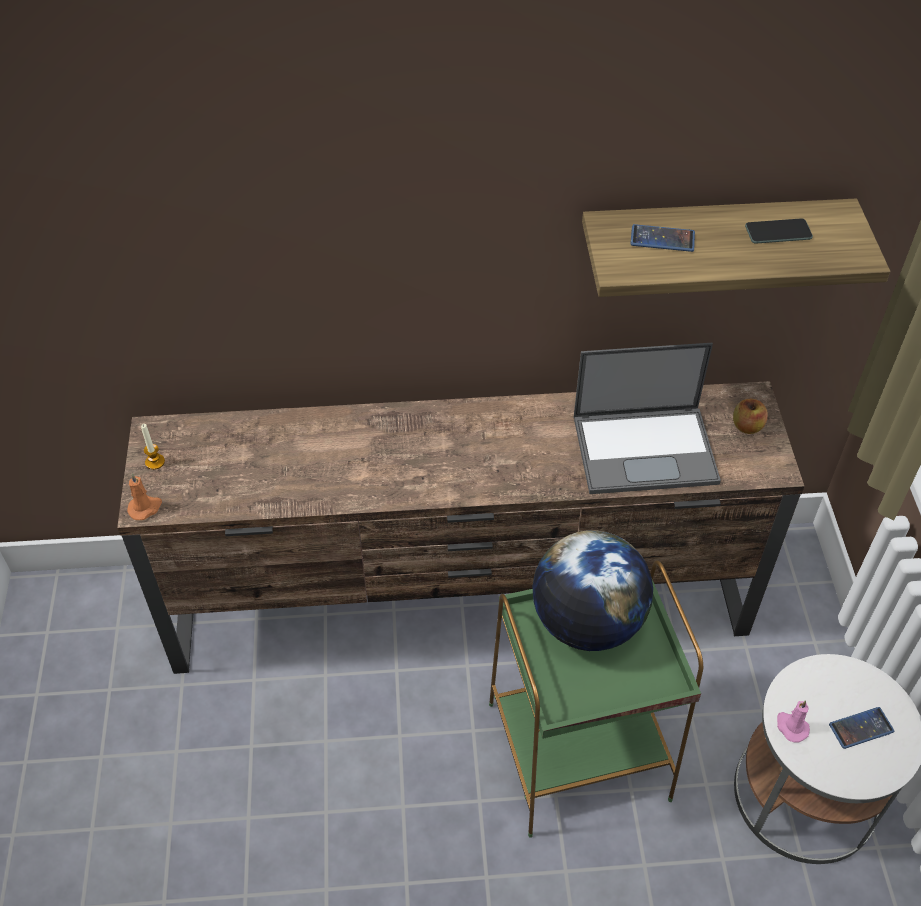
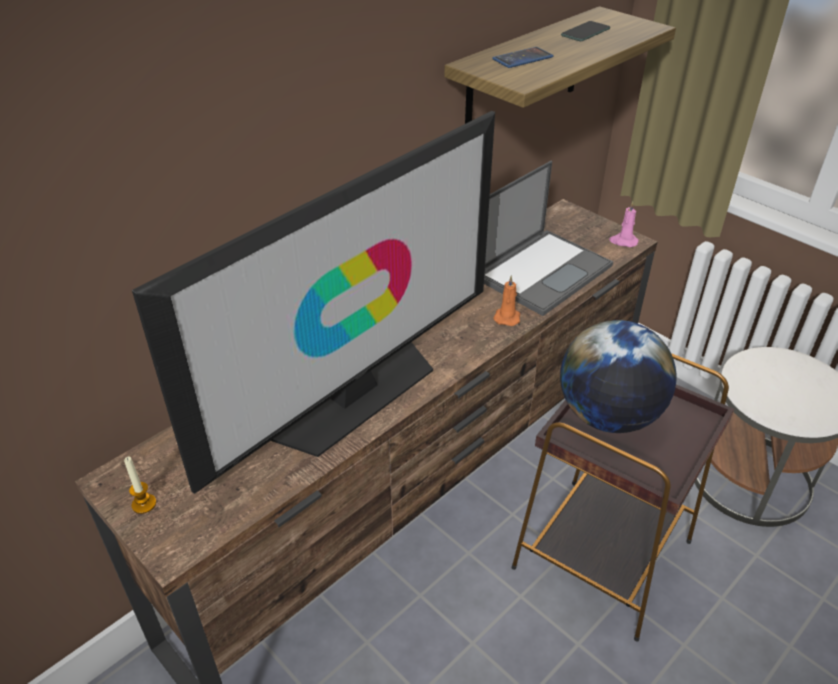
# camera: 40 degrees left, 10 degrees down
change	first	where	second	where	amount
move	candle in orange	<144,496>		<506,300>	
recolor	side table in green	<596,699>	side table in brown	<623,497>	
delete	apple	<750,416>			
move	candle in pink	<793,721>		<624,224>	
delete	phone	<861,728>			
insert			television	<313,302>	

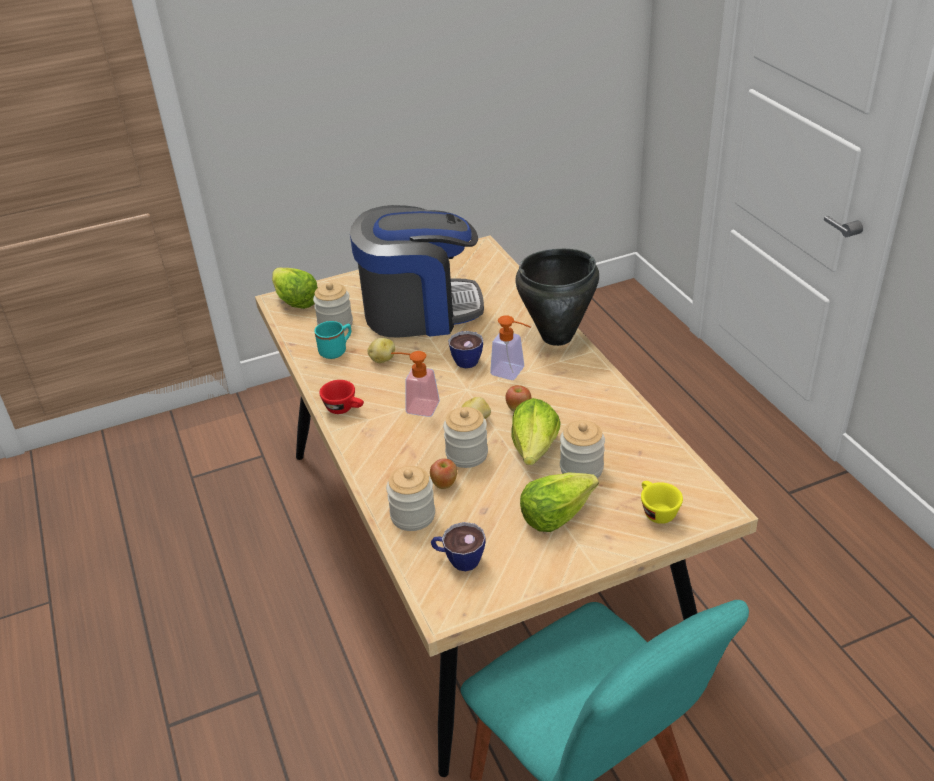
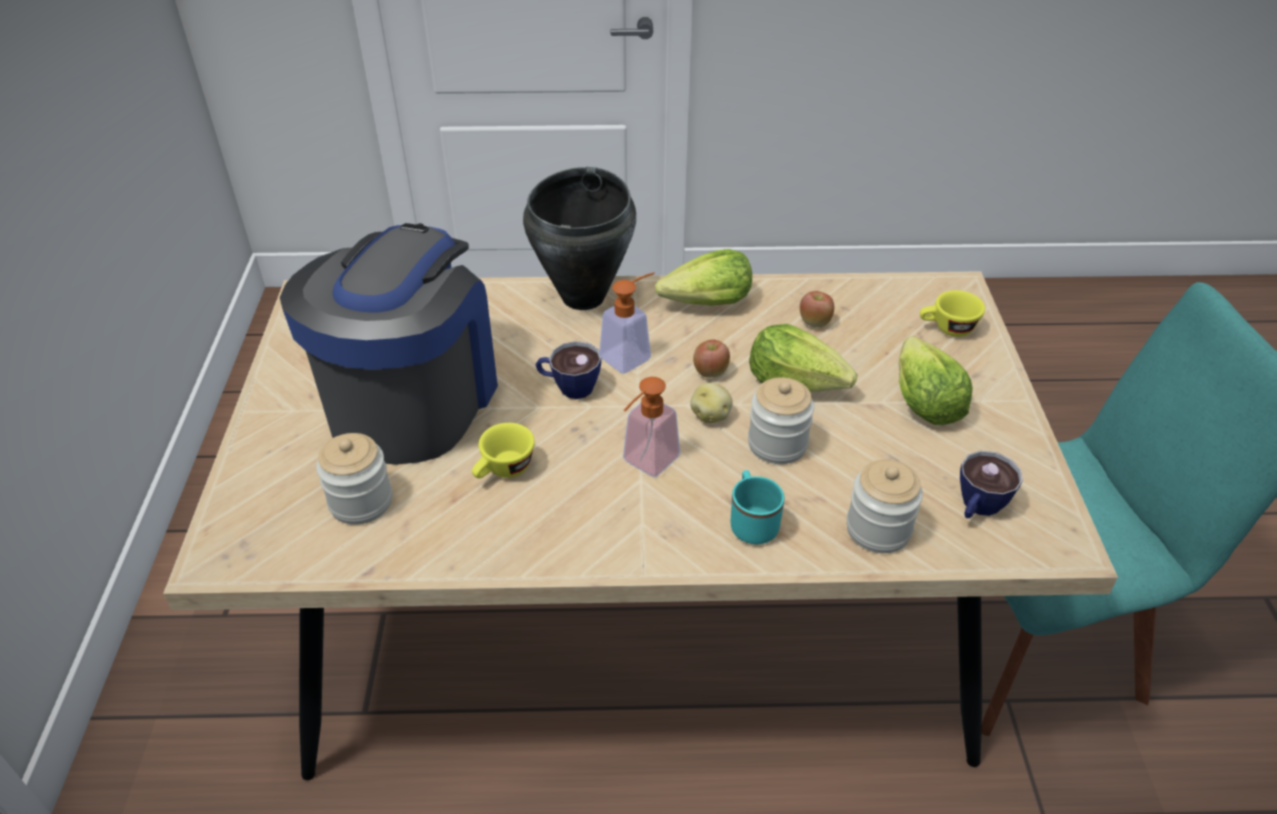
# camera: 70 degrees left, 5 degrees up
change	first	where	second	where	amount
move	lettuce	<295,288>		<703,277>	
move	mug in turquoise	<332,340>		<757,507>	
delete	cup in red	<341,397>			
replace	potato	<381,350>	cup in yellow	<503,451>	
move	apple	<443,473>		<817,309>	
delete	jar	<582,449>			

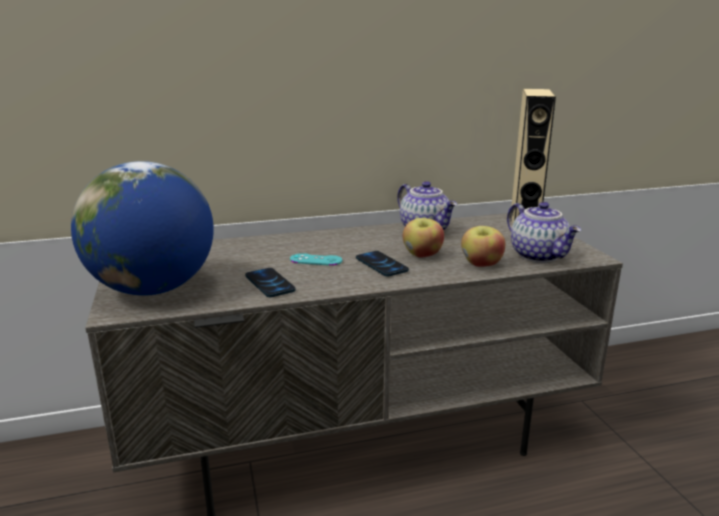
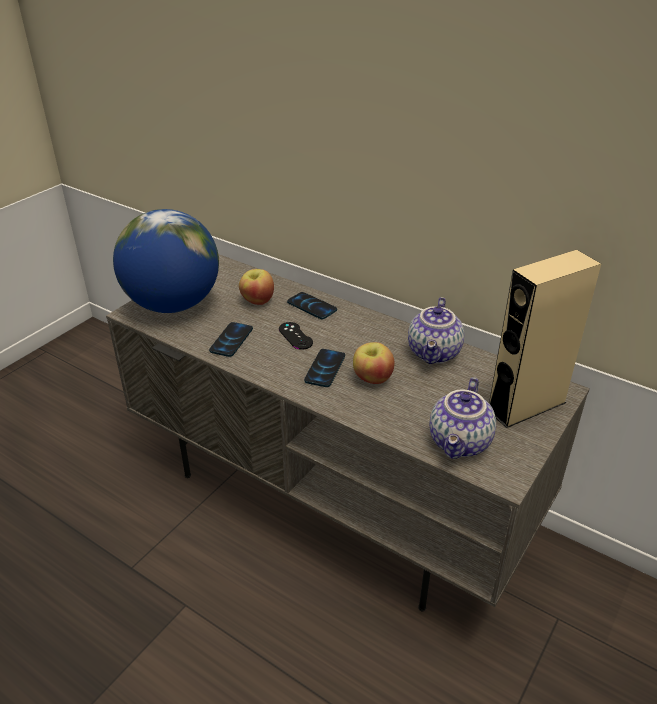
# camera: 50 degrees right, 15 degrees up
change	first	where	second	where	amount
recolor	game controller in turquoise	<316,259>	game controller in black	<296,336>	
move	apple	<483,246>		<256,287>	
insert			phone	<312,306>	

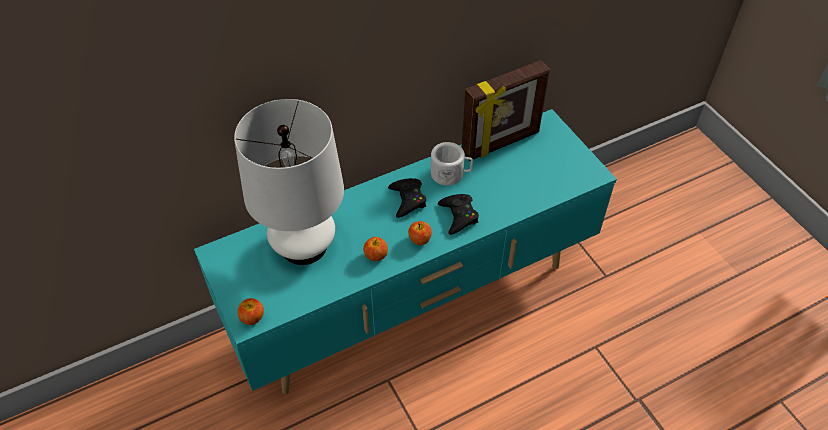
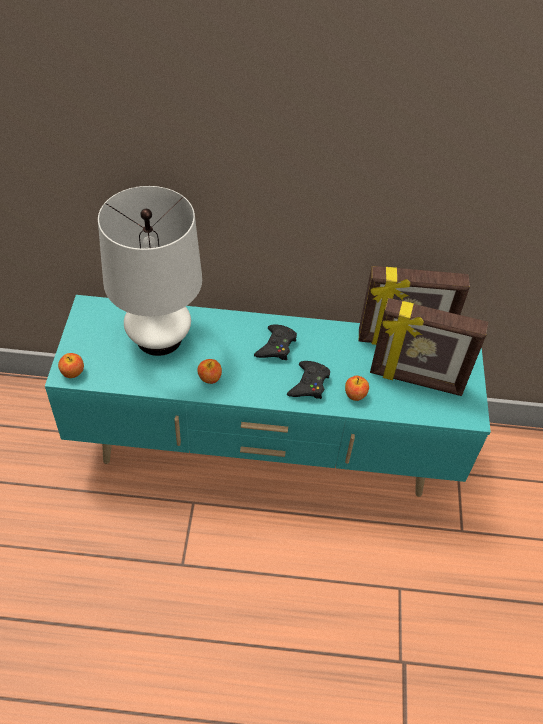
# camera: 30 degrees right, 0 degrees up
change	first	where	second	where	amount
move	apple	<420,233>		<357,388>	
delete	mug in white	<452,163>			
insert			picture frame	<429,347>	

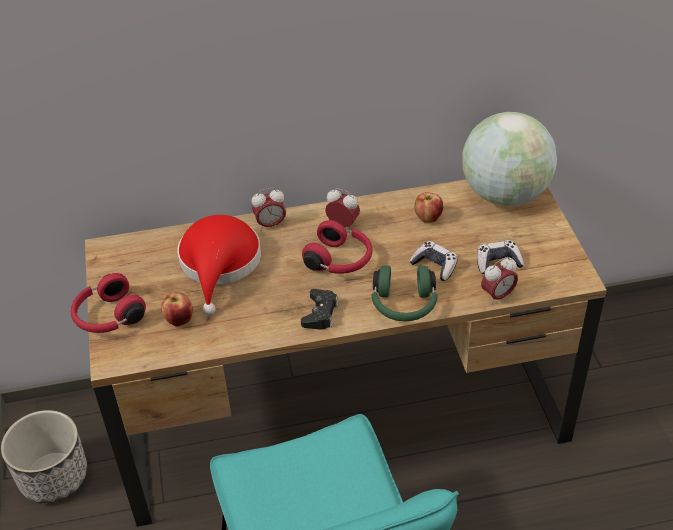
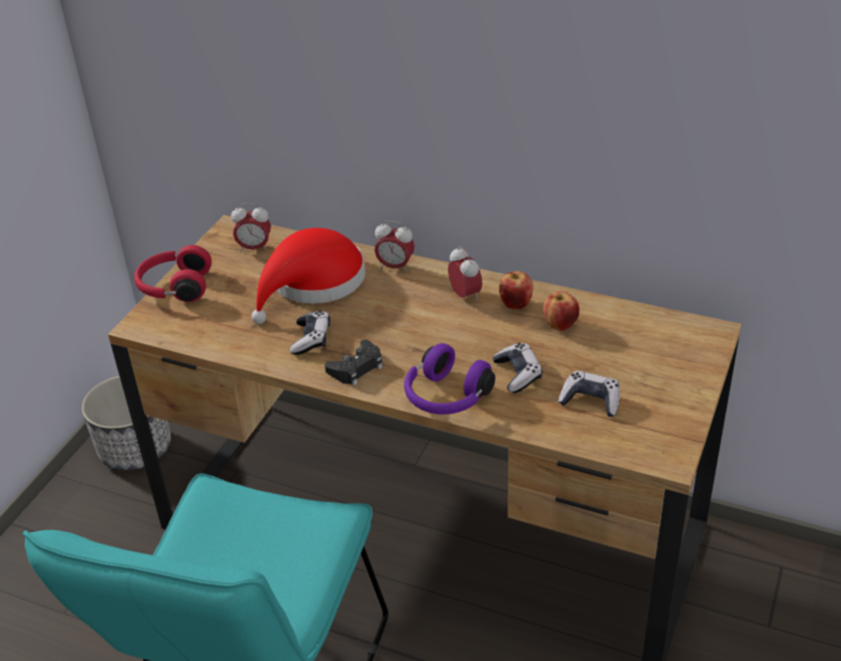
# camera: 35 degrees right, 5 degrees down
change	first	where	second	where	amount
move	apple	<177,309>		<516,290>	
delete	headphones in red	<337,247>			
recolor	headphones in green	<404,293>	headphones in purple	<449,378>	
delete	globe	<509,159>			
move	alarm clock	<499,281>		<251,227>	
insert			game controller	<310,332>	

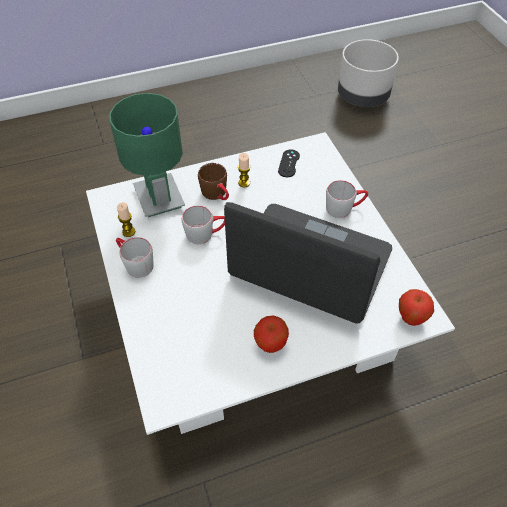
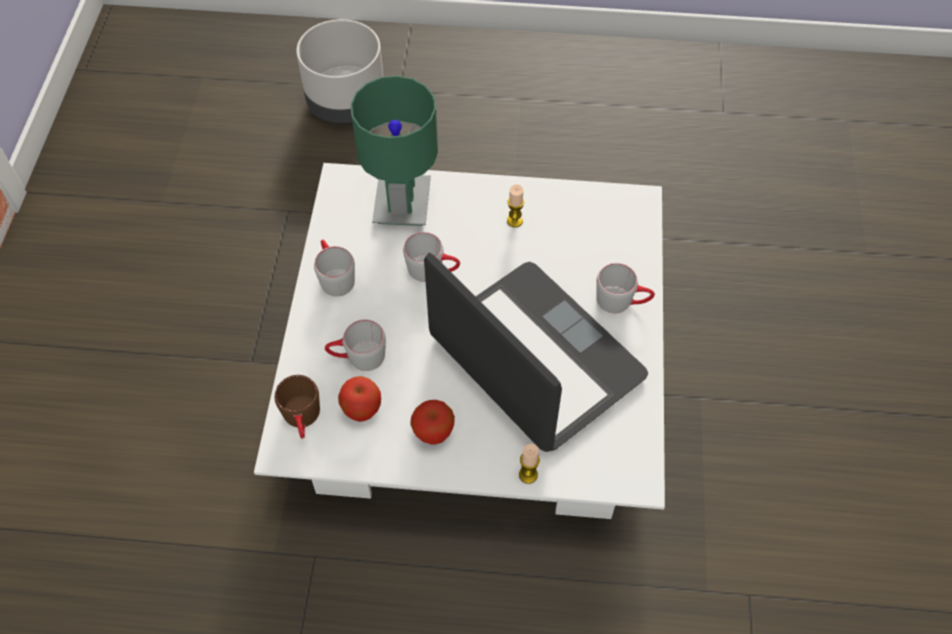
# camera: 25 degrees right, 5 degrees up
change	first	where	second	where	amount
move	candle	<126,219>		<529,464>	
move	mug in brown	<213,181>		<297,406>	
delete	game controller in black	<289,163>			
move	planter in grey	<368,73>		<340,71>	
move	apple	<416,307>		<359,399>	
insert			mug in grey	<355,345>	

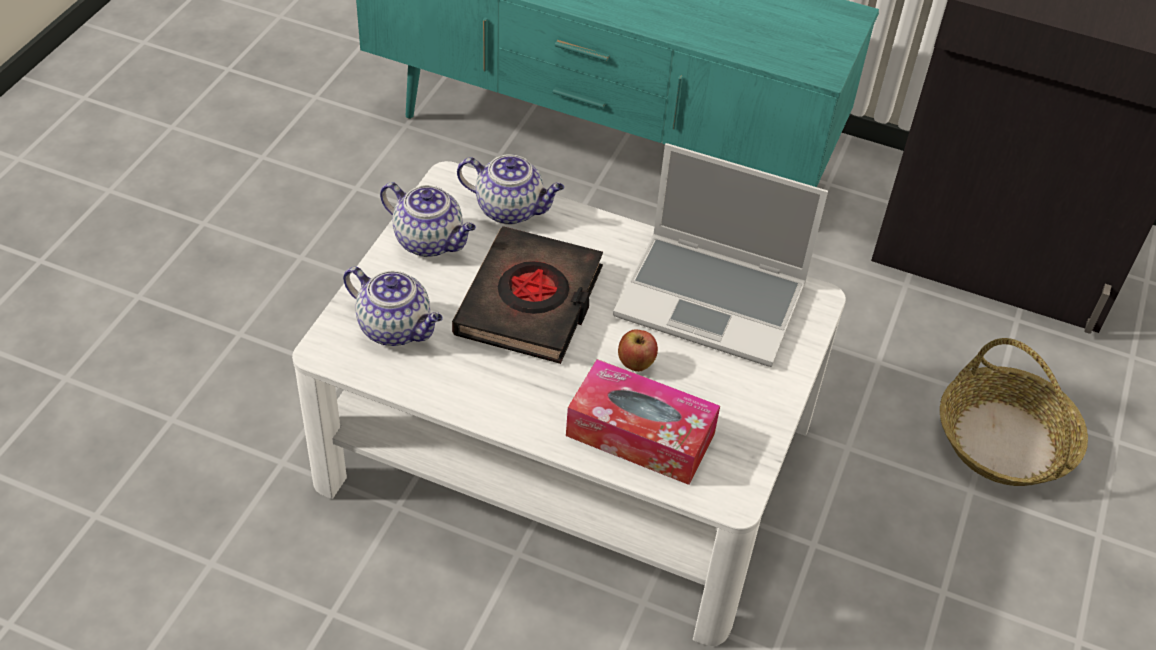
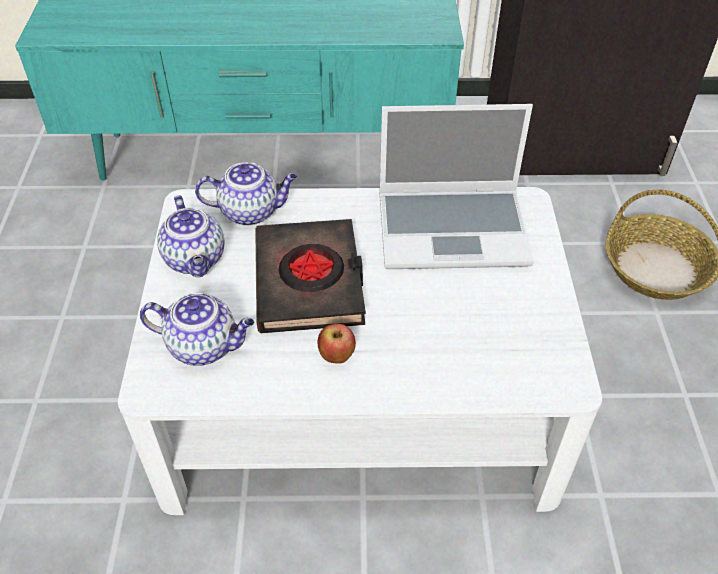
# camera: 20 degrees left, 0 degrees up
change	first	where	second	where	amount
rotate	teapot	<428,219>		<191,236>	60 degrees clockwise
delete	tissue box	<643,422>			
move	apple	<638,350>		<336,344>	

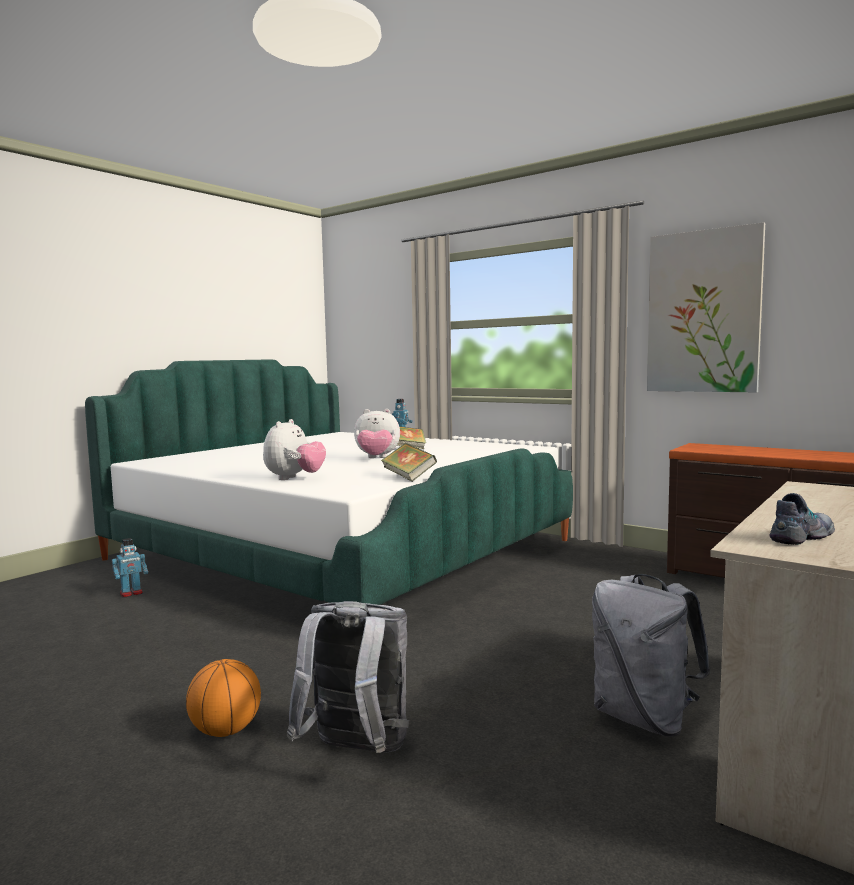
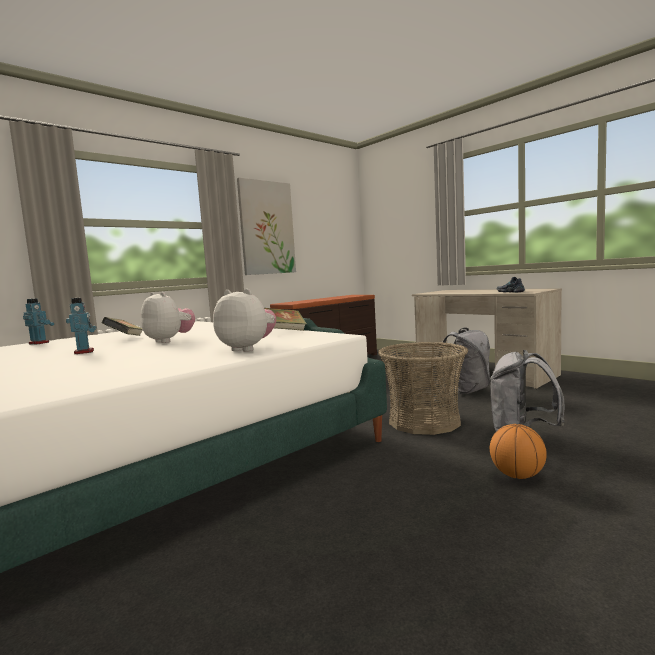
# camera: 80 degrees left, 0 degrees up
change	first	where	second	where	amount
move	toy robot	<130,568>		<81,325>	
rotate	plush toy	<377,433>		<168,317>	60 degrees counterclockwise
insert			basket	<423,388>	

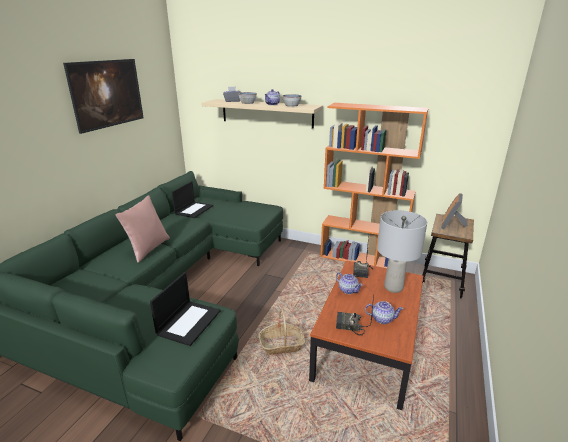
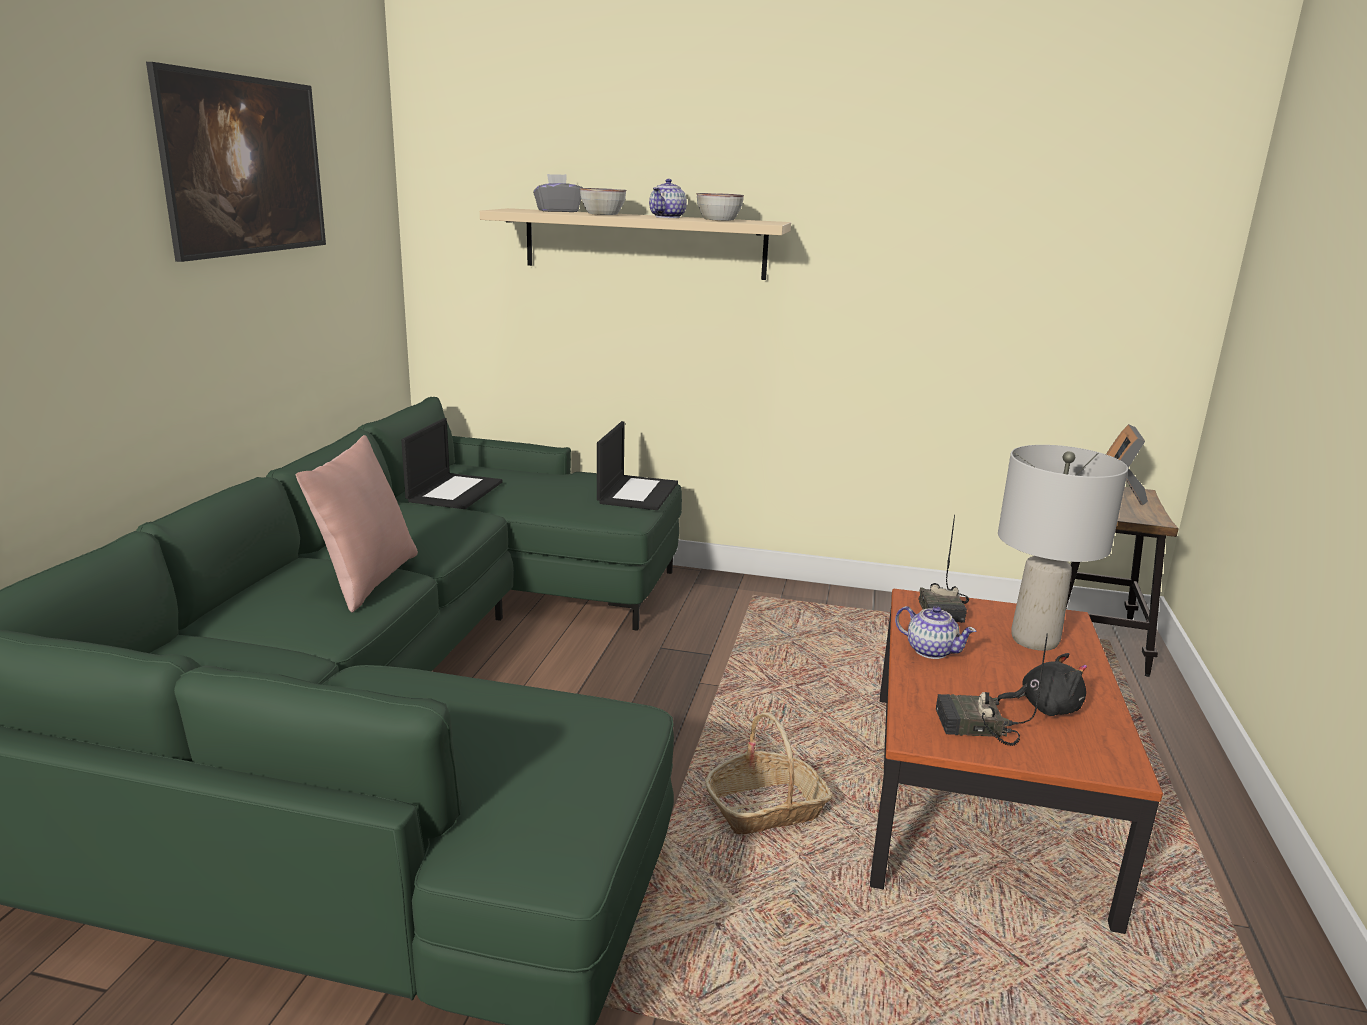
# camera: 10 degrees left, 5 degrees down
change	first	where	second	where	amount
move	laptop	<185,309>		<637,465>	
delete	bookcase in orange	<374,185>			
replace	teapot	<384,312>	plush toy in black	<1041,684>	

